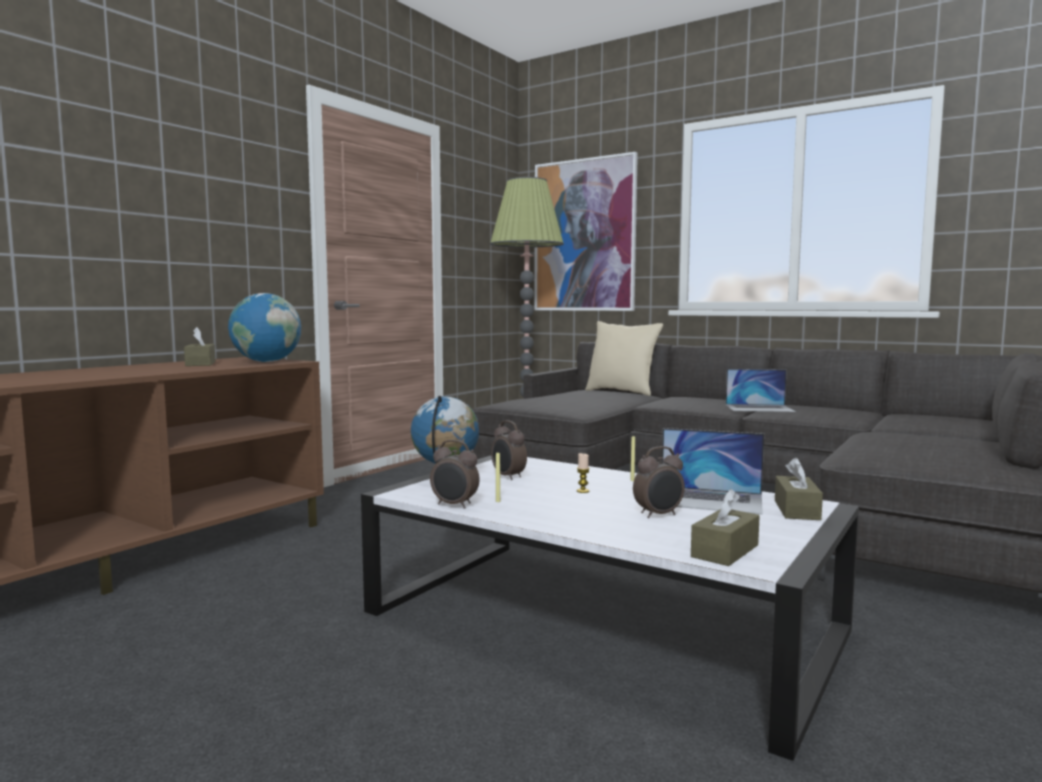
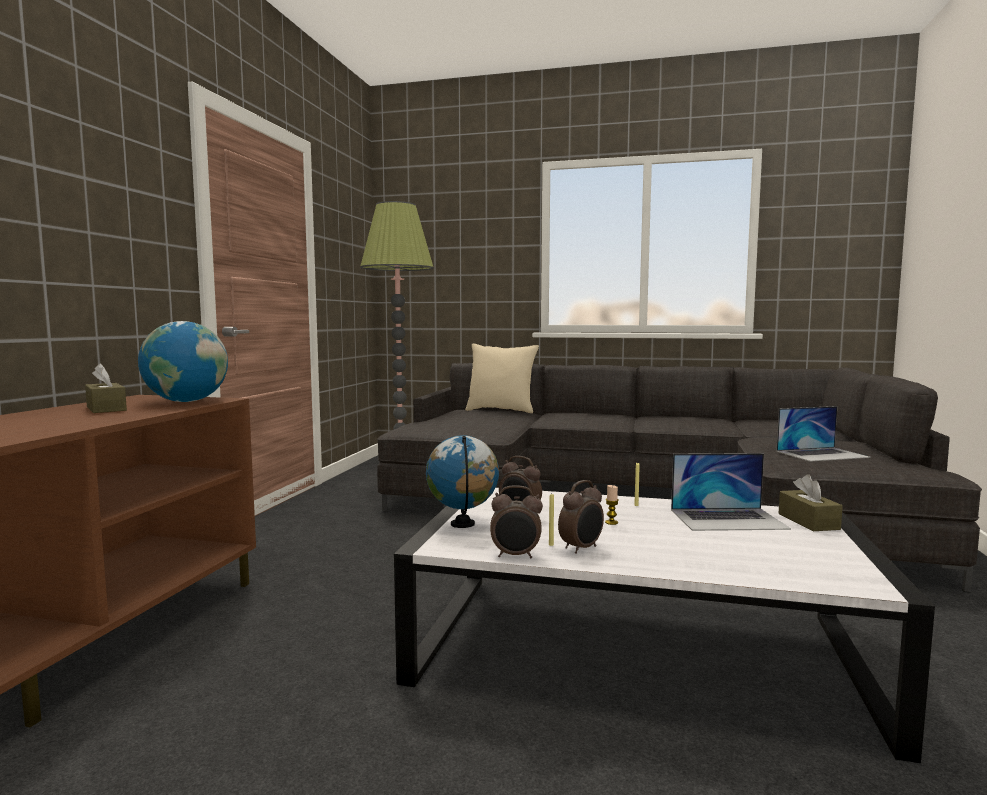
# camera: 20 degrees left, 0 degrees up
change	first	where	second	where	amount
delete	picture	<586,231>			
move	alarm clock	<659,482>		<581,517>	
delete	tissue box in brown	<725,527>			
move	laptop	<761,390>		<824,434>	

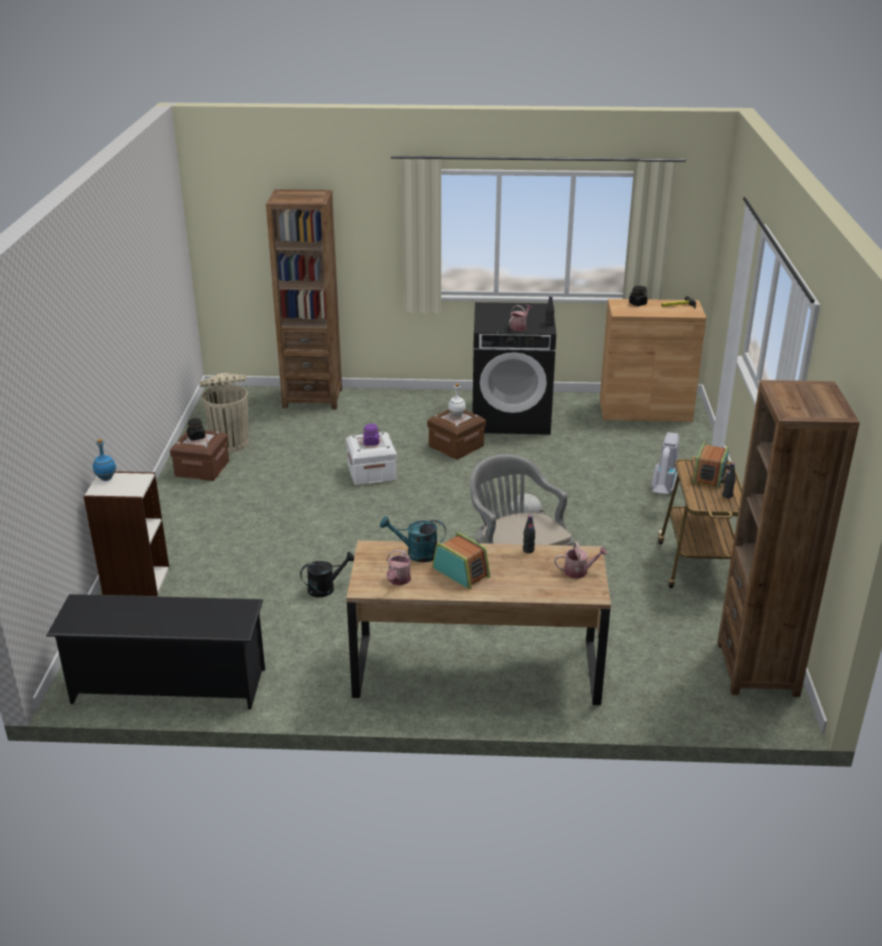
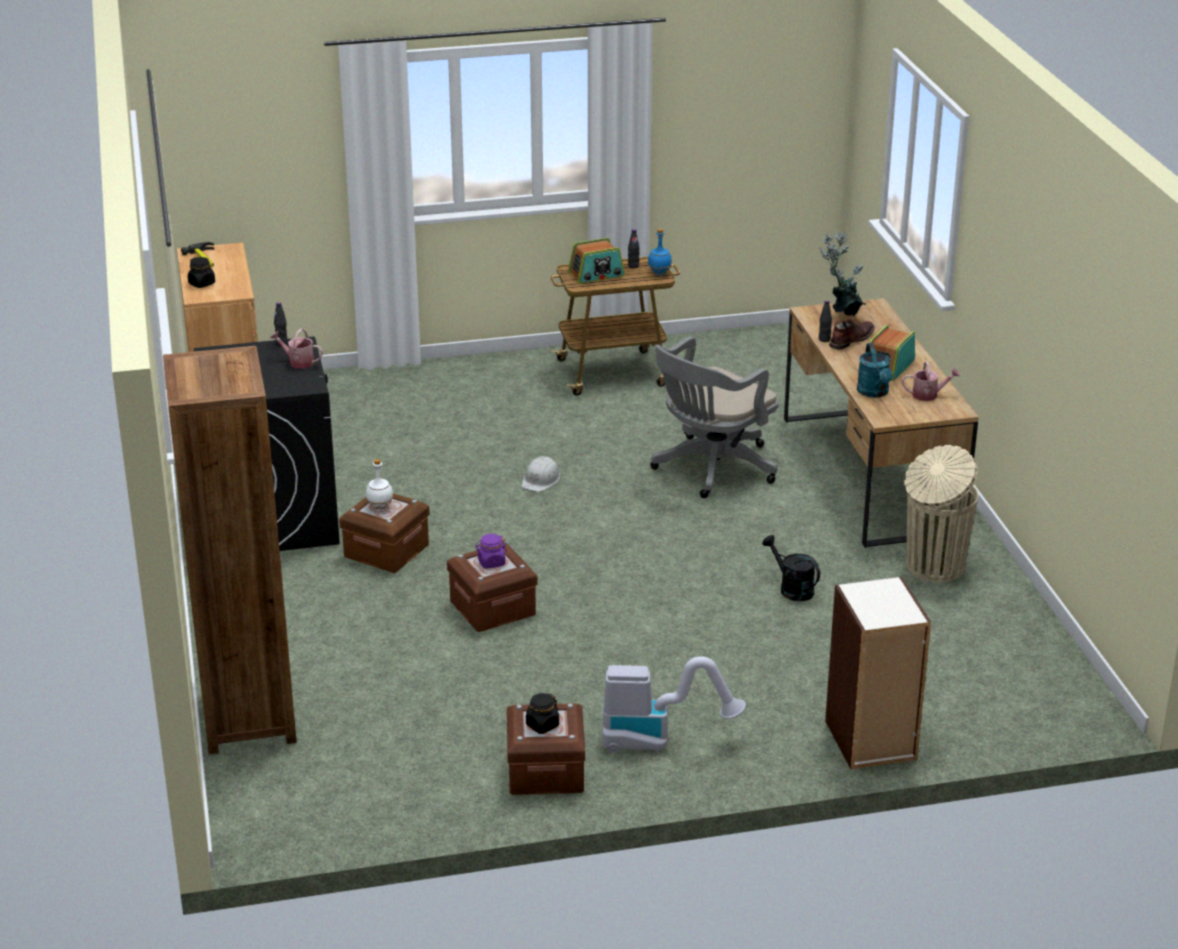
# camera: 105 degrees left, 0 degrees up
change	first	where	second	where	amount
delete	shoe rack in black	<155,651>			
move	bottle in blue	<104,460>		<660,252>	
move	trash can in beige	<224,412>		<941,513>	
recolor	storage box in white	<371,458>	storage box in brown	<492,588>	
replace	watering can	<581,560>	potted plant	<842,273>	
move	vacuum cleaner	<666,463>		<674,704>	
rotate	radio	<711,465>		<596,261>	150 degrees clockwise
delete	bookcase in brown	<788,538>			
insert			boot in brown	<852,334>	

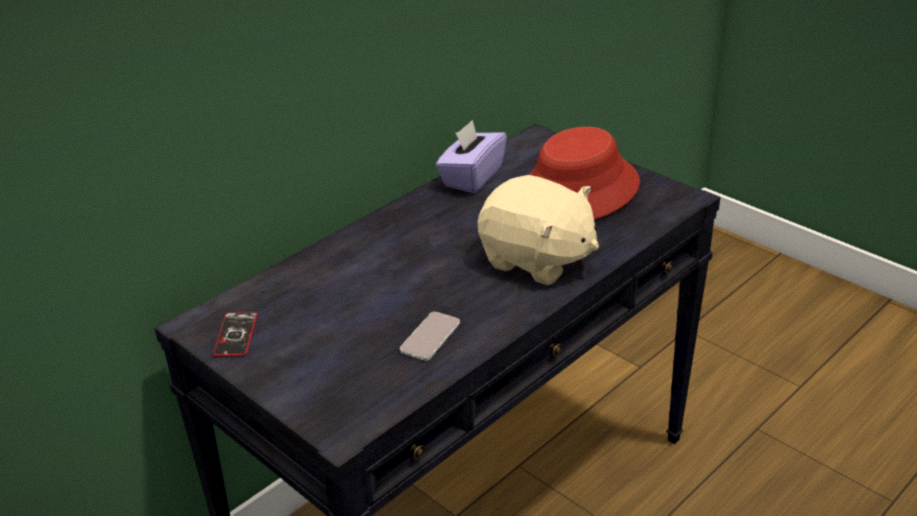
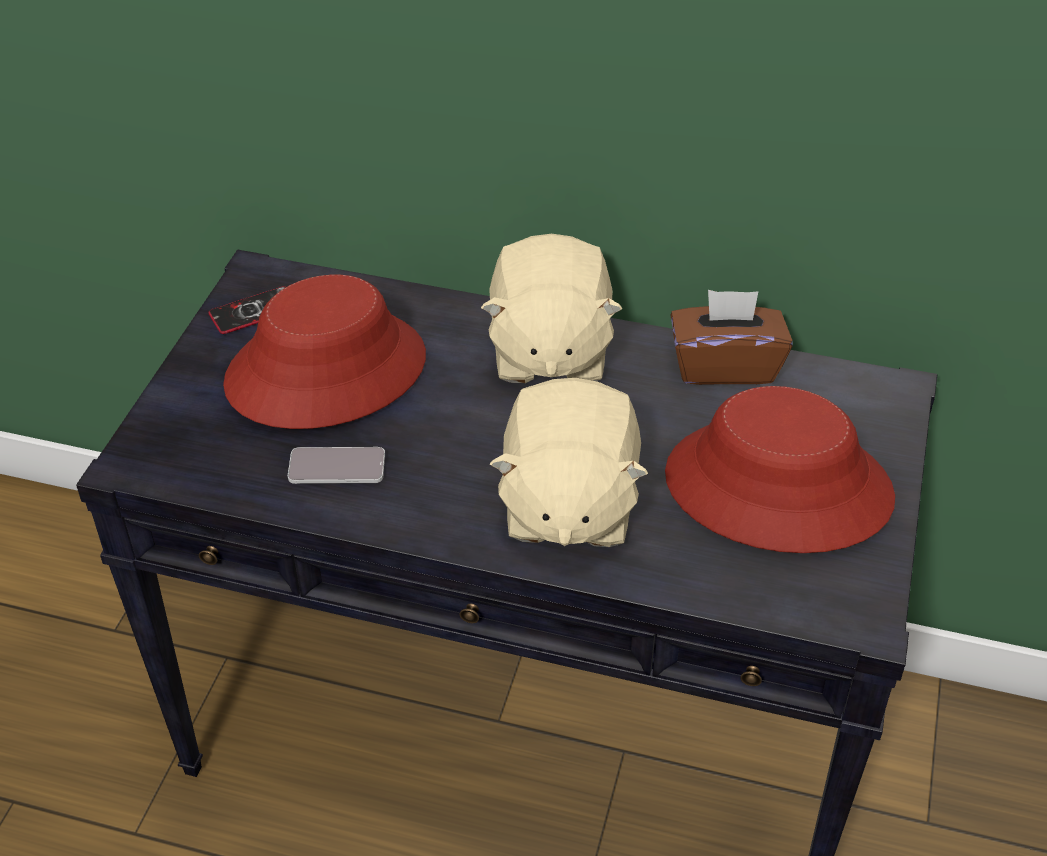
# camera: 60 degrees right, 10 degrees up
change	first	where	second	where	amount
recolor	tissue box in purple	<471,156>	tissue box in brown	<732,337>	
insert			hat in red	<324,352>	
insert			plush toy in beige	<551,308>	

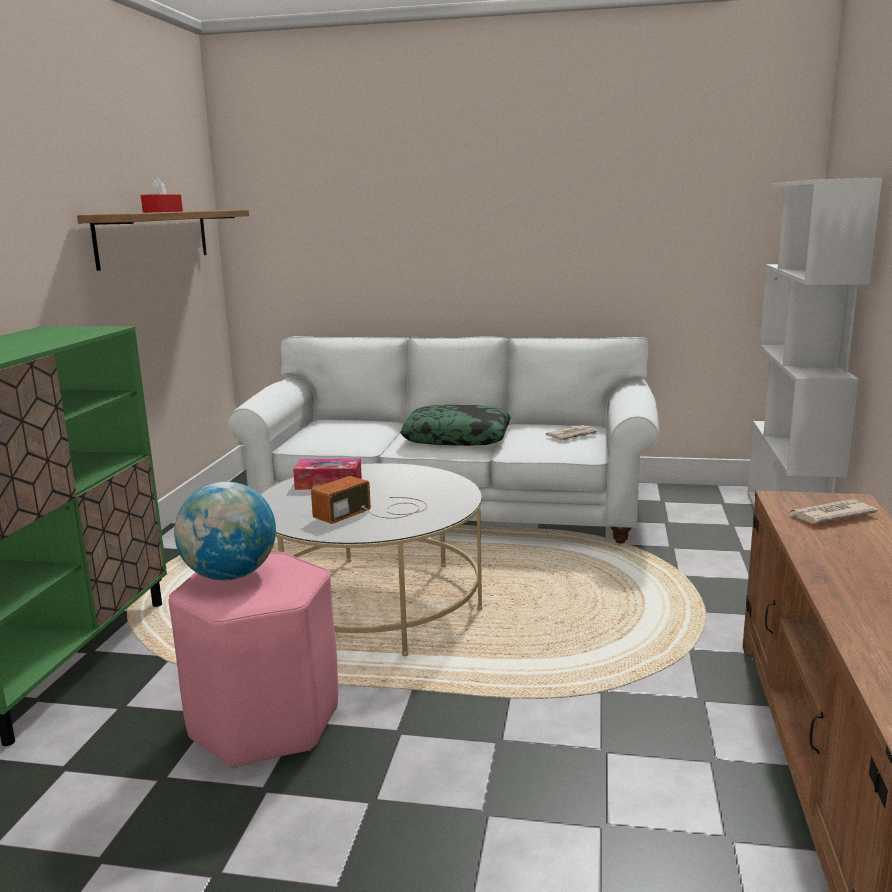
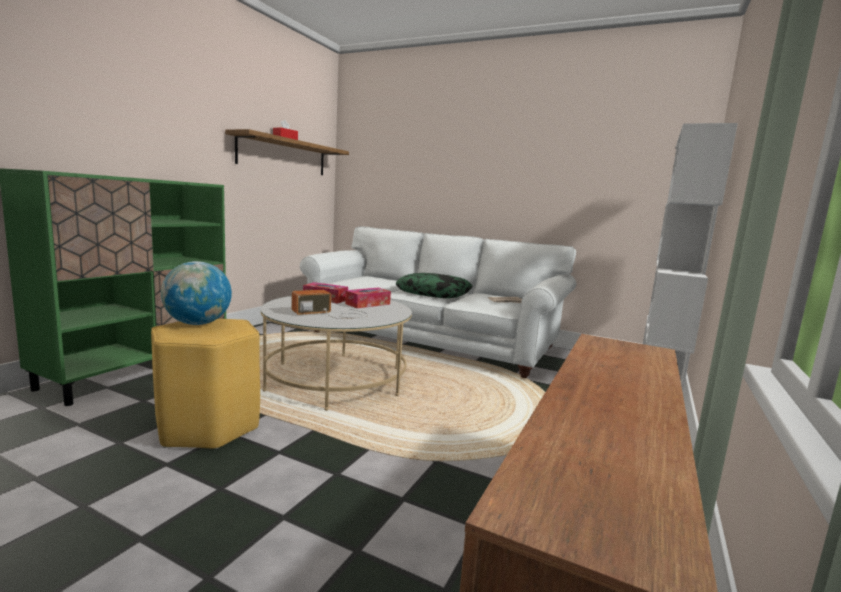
# camera: 15 degrees right, 5 degrees down
change	first	where	second	where	amount
recolor	stool in pink	<253,660>	stool in yellow	<205,383>	
delete	newspaper	<834,511>			
insert			tissue box	<368,298>	

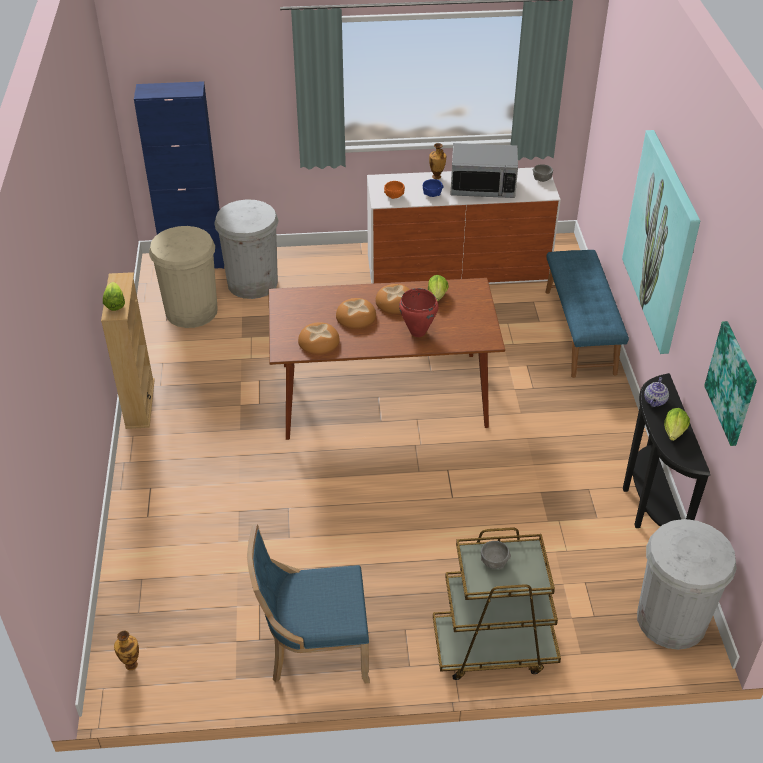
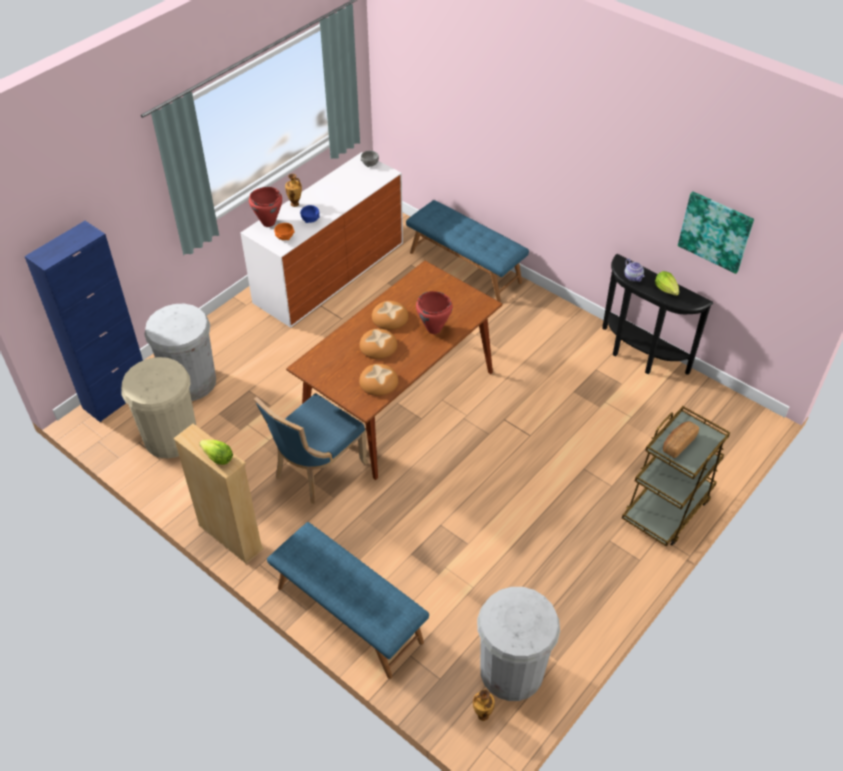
# camera: 45 degrees left, 5 degrees up
change	first	where	second	where	amount
move	chair in blue	<308,603>		<311,448>	
delete	lettuce	<438,288>			
delete	microwave	<484,170>			
replace	bowl in grey	<496,555>	bread	<681,439>	
delete	picture	<661,242>			
move	trash can in white	<687,584>		<518,644>	
insert			cooking pot in red	<265,207>	
insert			bench in blue	<348,600>	

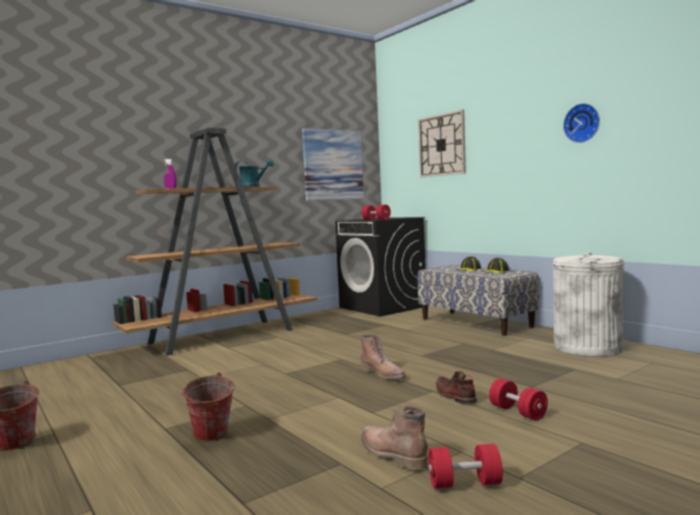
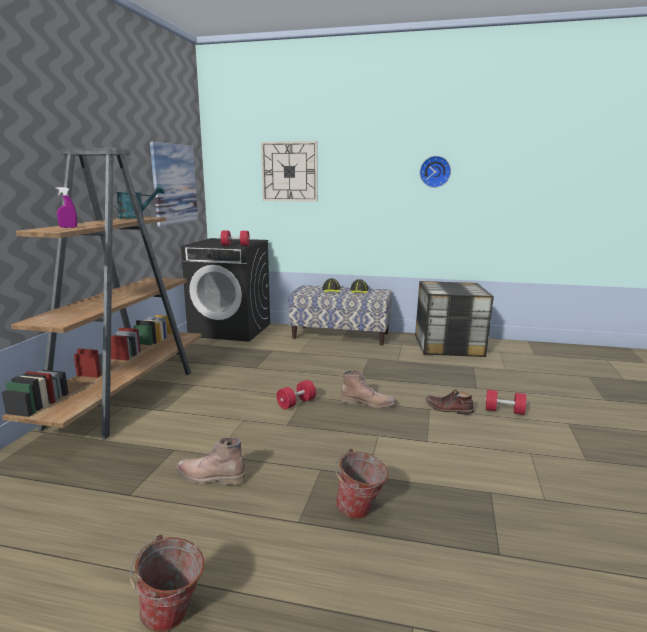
# camera: 40 degrees left, 10 degrees up
change	first	where	second	where	amount
move	boot in brown	<395,437>		<211,461>	
move	dumbbell in red	<465,466>		<296,394>	
replace	trash can in white	<588,304>	storage box	<454,319>	

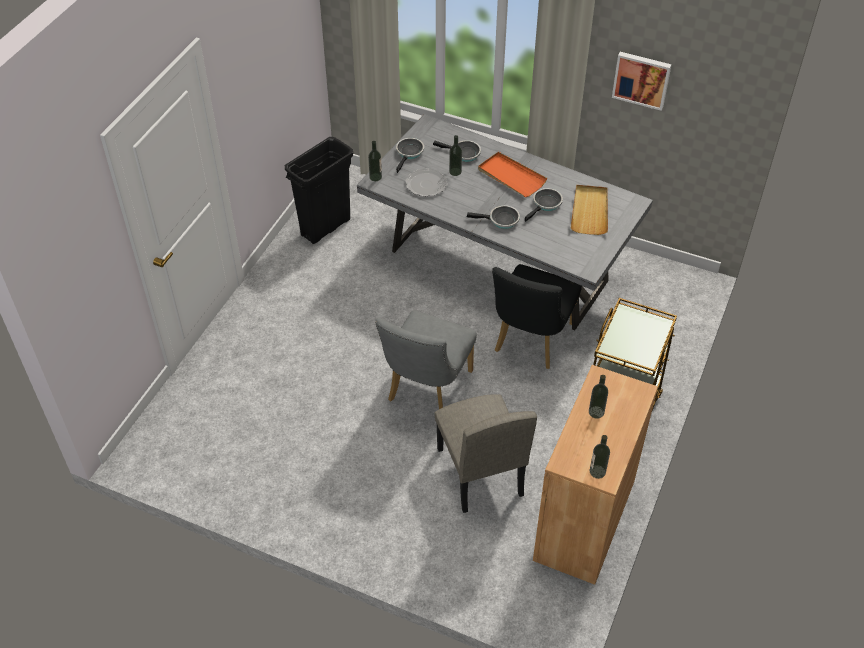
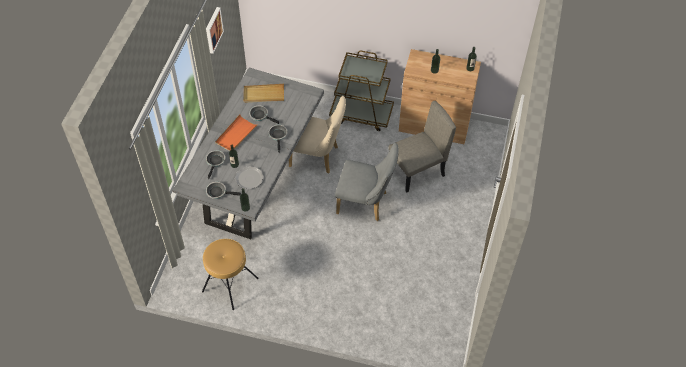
# camera: 100 degrees left, 5 degrees up
change	first	where	second	where	amount
replace	trash can in black	<319,190>	stool in brown	<230,274>	
recolor	chair in black	<537,316>	chair in beige	<317,135>	

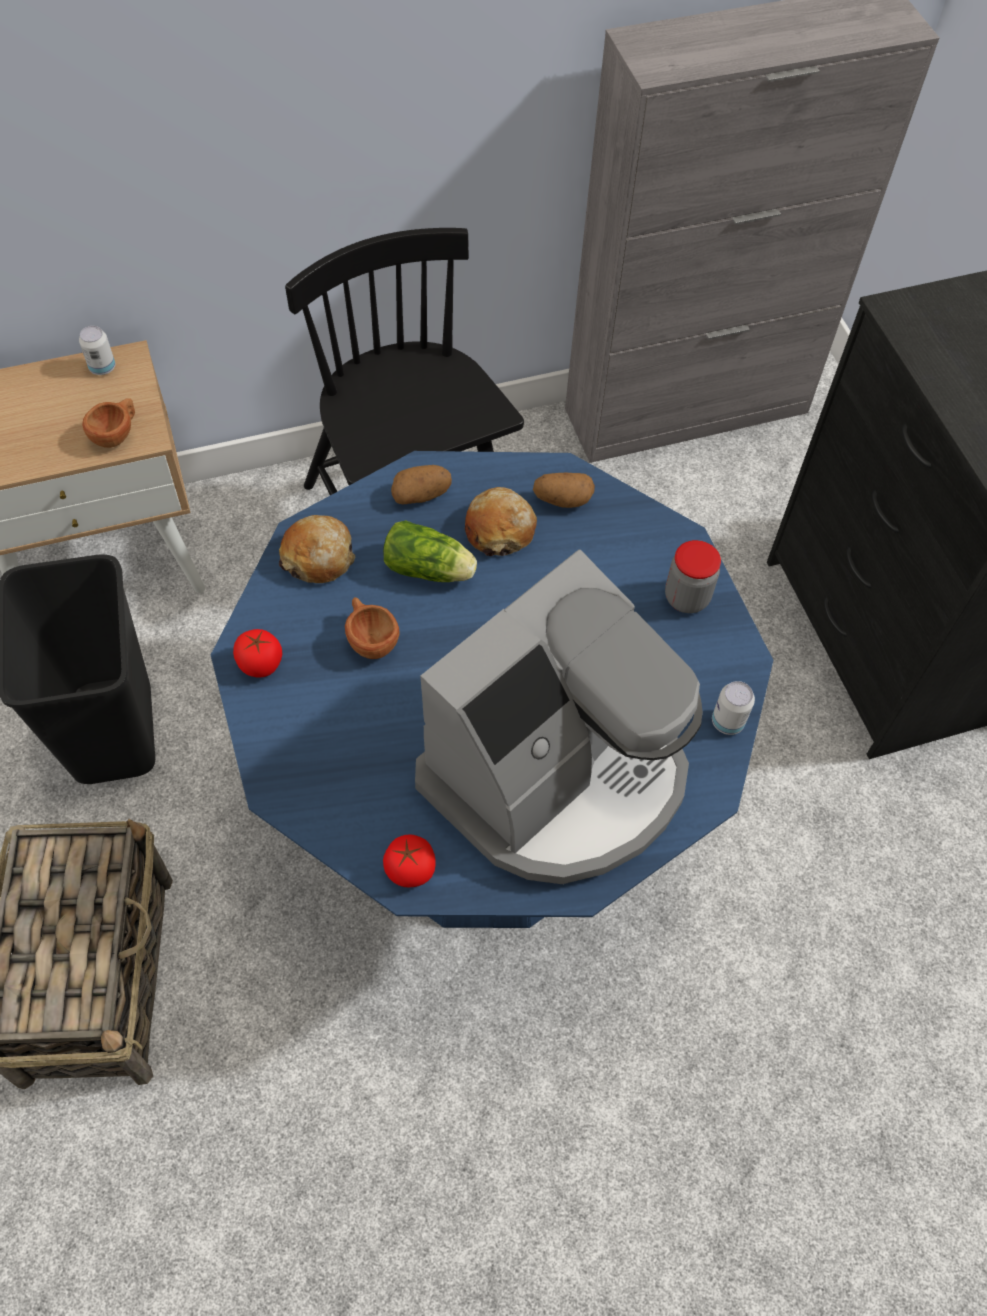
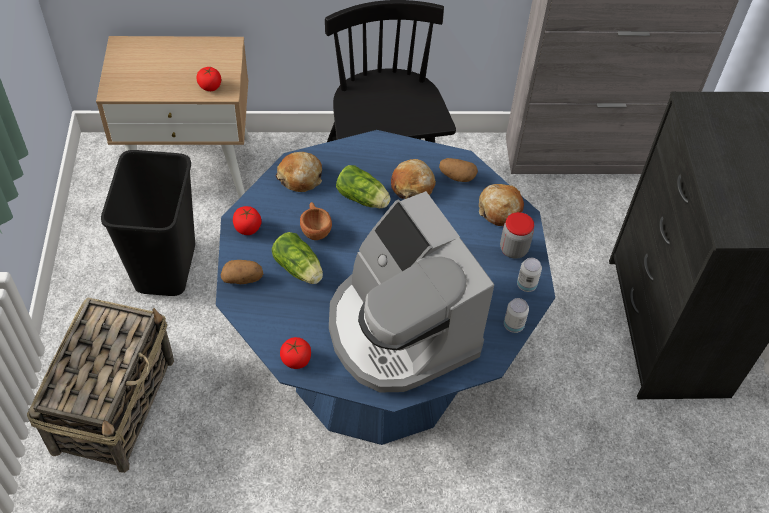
# camera: 15 degrees right, 5 degrees down
change	first	where	second	where	amount
move	can	<97,350>		<529,275>	
replace	cup in brown	<108,423>	tomato	<208,79>	
move	potato	<421,484>		<242,272>	
rotate	coffee machine	<559,717>		<411,292>	90 degrees clockwise
insert			lettuce	<297,258>	
insert			bread	<501,205>	

